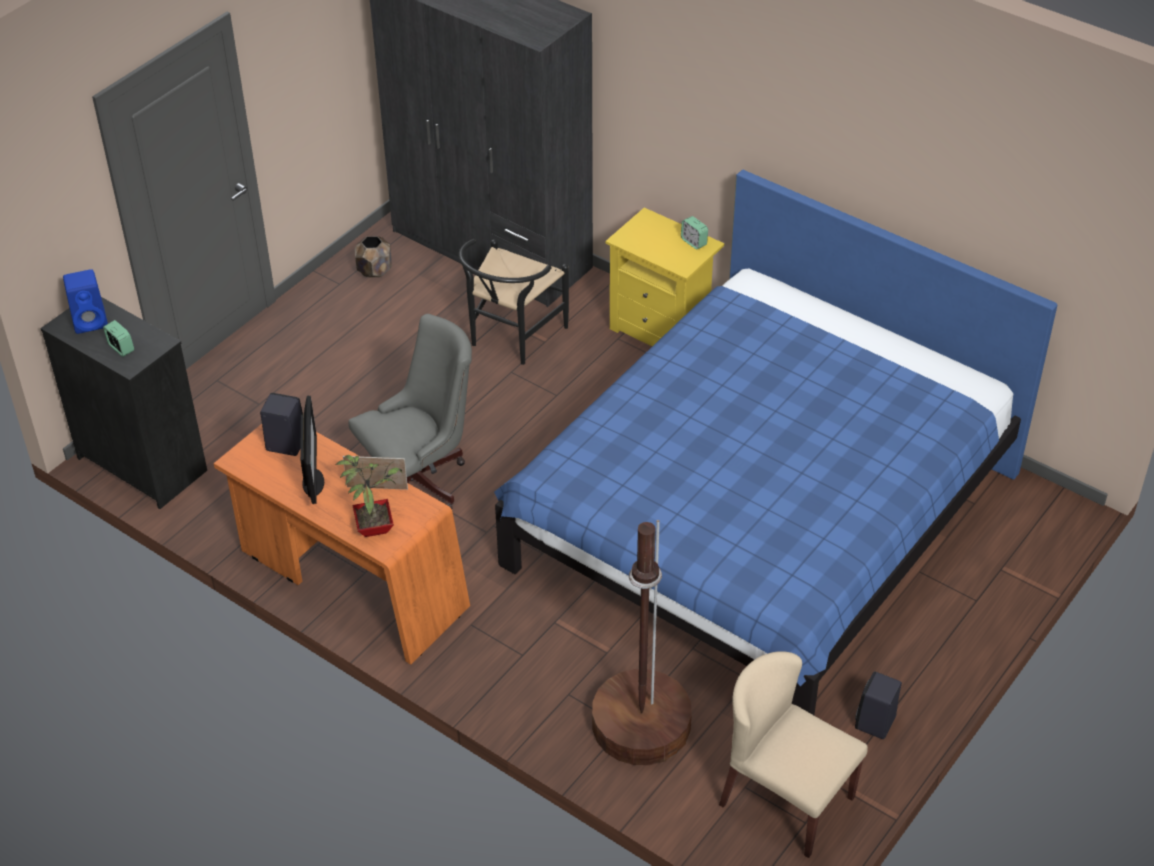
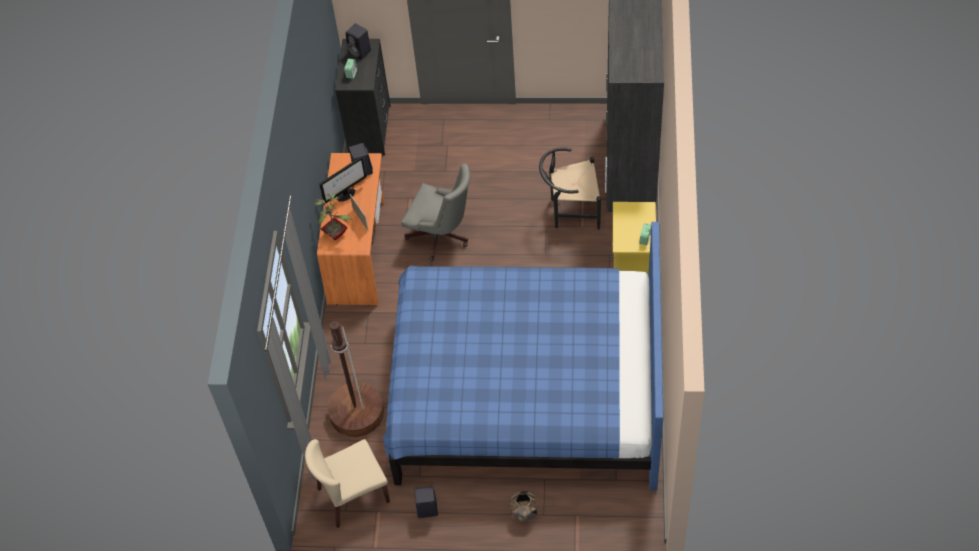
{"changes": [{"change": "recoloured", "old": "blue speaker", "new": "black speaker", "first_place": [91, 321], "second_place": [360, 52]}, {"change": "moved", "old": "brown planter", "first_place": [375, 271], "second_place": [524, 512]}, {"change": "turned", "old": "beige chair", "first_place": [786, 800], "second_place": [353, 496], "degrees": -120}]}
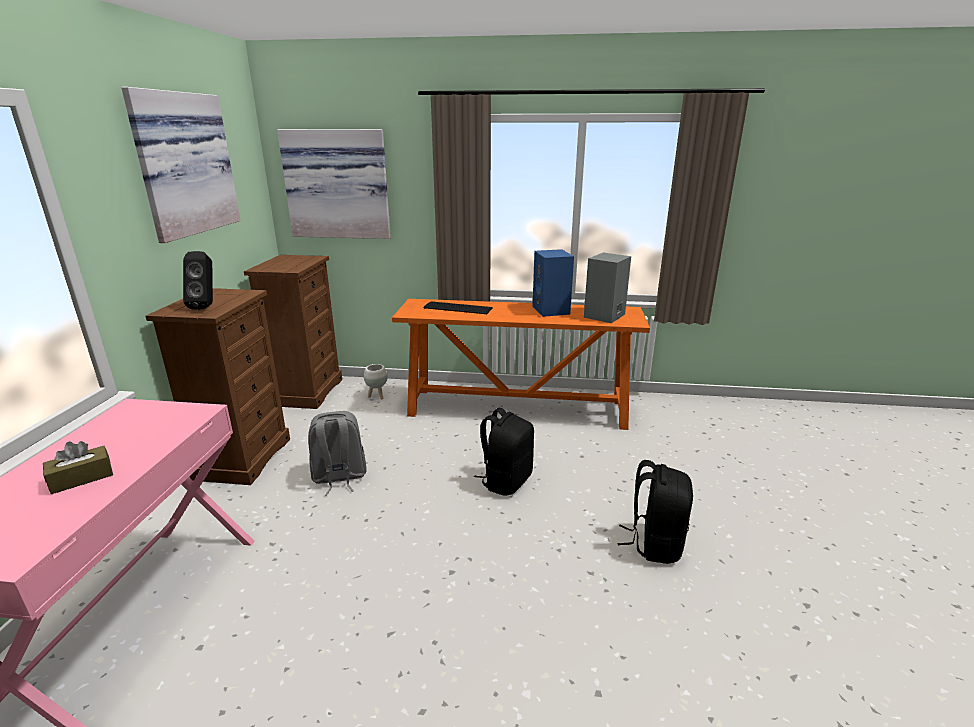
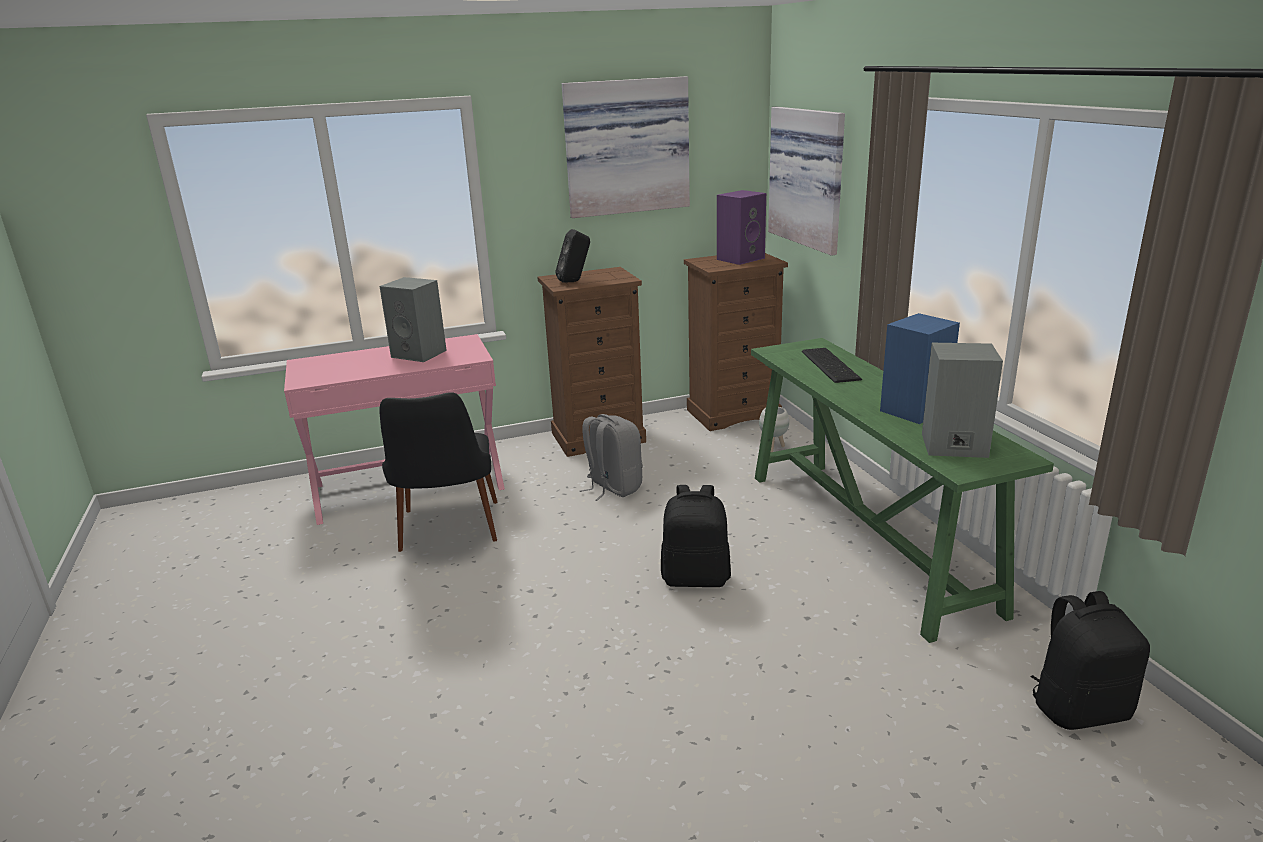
{"changes": [{"change": "removed", "old": "brown tissue box", "first_place": [82, 478]}, {"change": "recoloured", "old": "orange console table", "new": "green console table", "first_place": [518, 409], "second_place": [865, 539]}, {"change": "moved", "old": "black backpack", "first_place": [654, 543], "second_place": [1079, 709]}, {"change": "added", "new": "grey speaker", "second_place": [420, 354]}, {"change": "added", "new": "black chair", "second_place": [449, 536]}, {"change": "added", "new": "purple speaker", "second_place": [740, 258]}]}
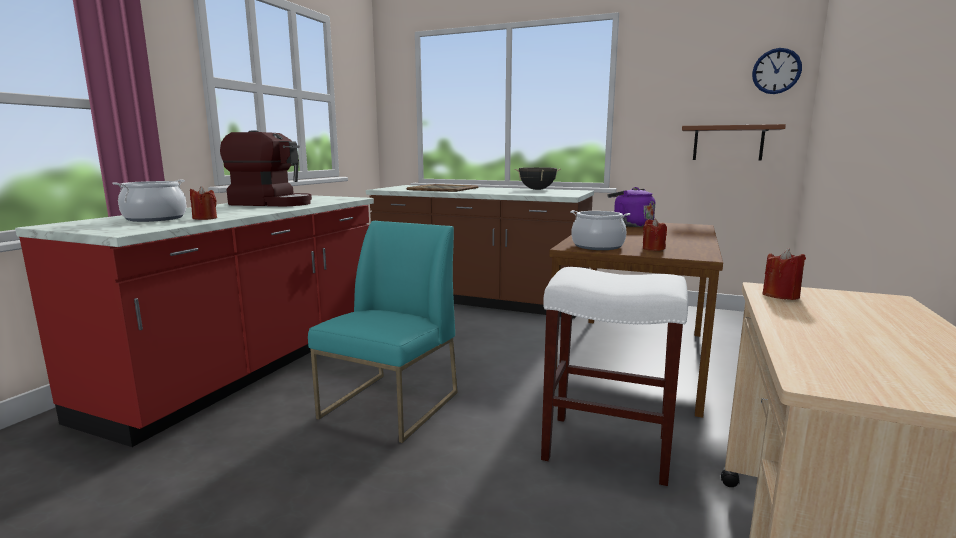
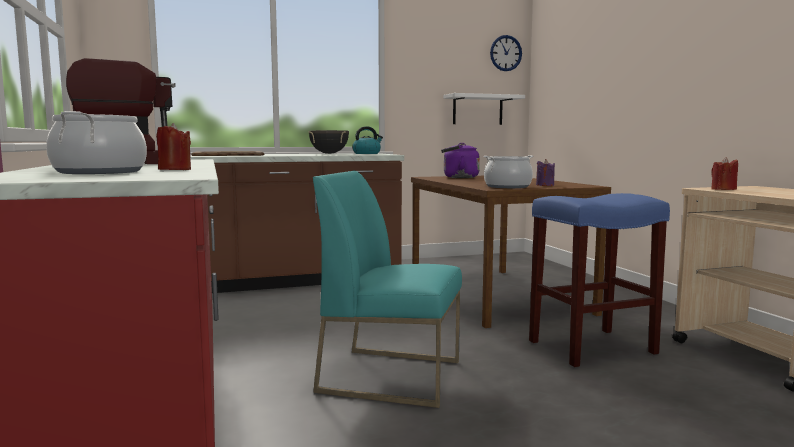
{"changes": [{"change": "turned", "old": "turquoise chair", "first_place": [390, 406], "second_place": [392, 376], "degrees": -60}, {"change": "recoloured", "old": "white stool", "new": "blue stool", "first_place": [605, 448], "second_place": [591, 347]}, {"change": "recoloured", "old": "red candle", "new": "purple candle", "first_place": [653, 249], "second_place": [545, 185]}, {"change": "recoloured", "old": "brown shelf", "new": "white shelf", "first_place": [728, 143], "second_place": [477, 110]}, {"change": "added", "new": "kettle", "second_place": [367, 153]}]}
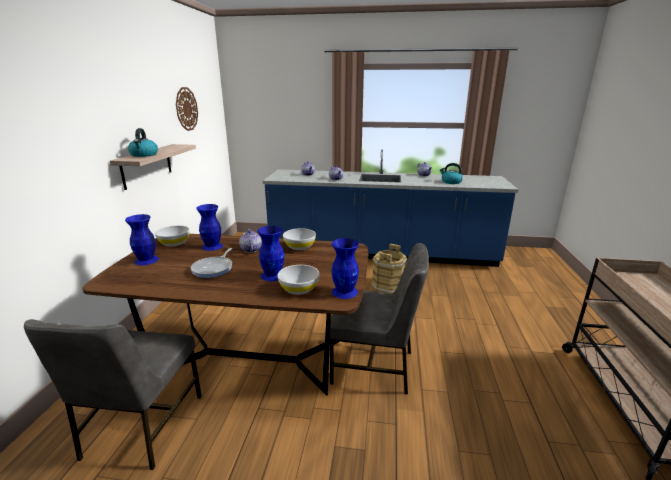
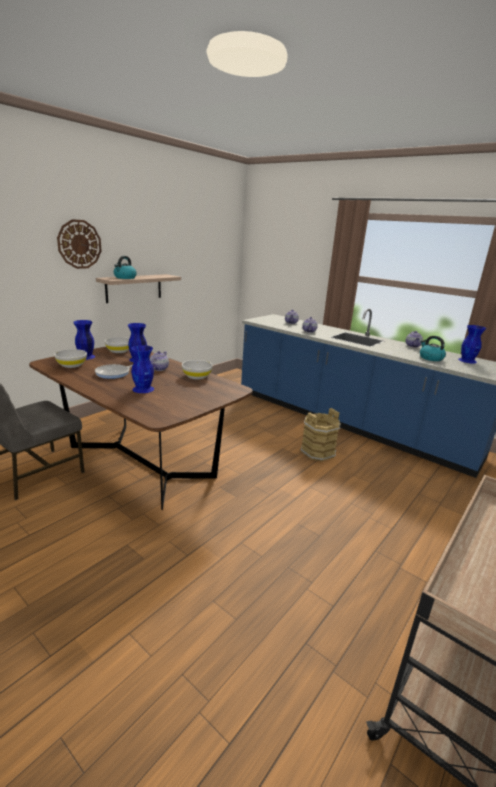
{"changes": [{"change": "moved", "old": "wall clock", "first_place": [186, 109], "second_place": [79, 244]}, {"change": "moved", "old": "white bowl", "first_place": [299, 289], "second_place": [71, 365]}, {"change": "removed", "old": "grey chair", "first_place": [374, 366]}, {"change": "moved", "old": "blue vase", "first_place": [345, 292], "second_place": [467, 360]}]}
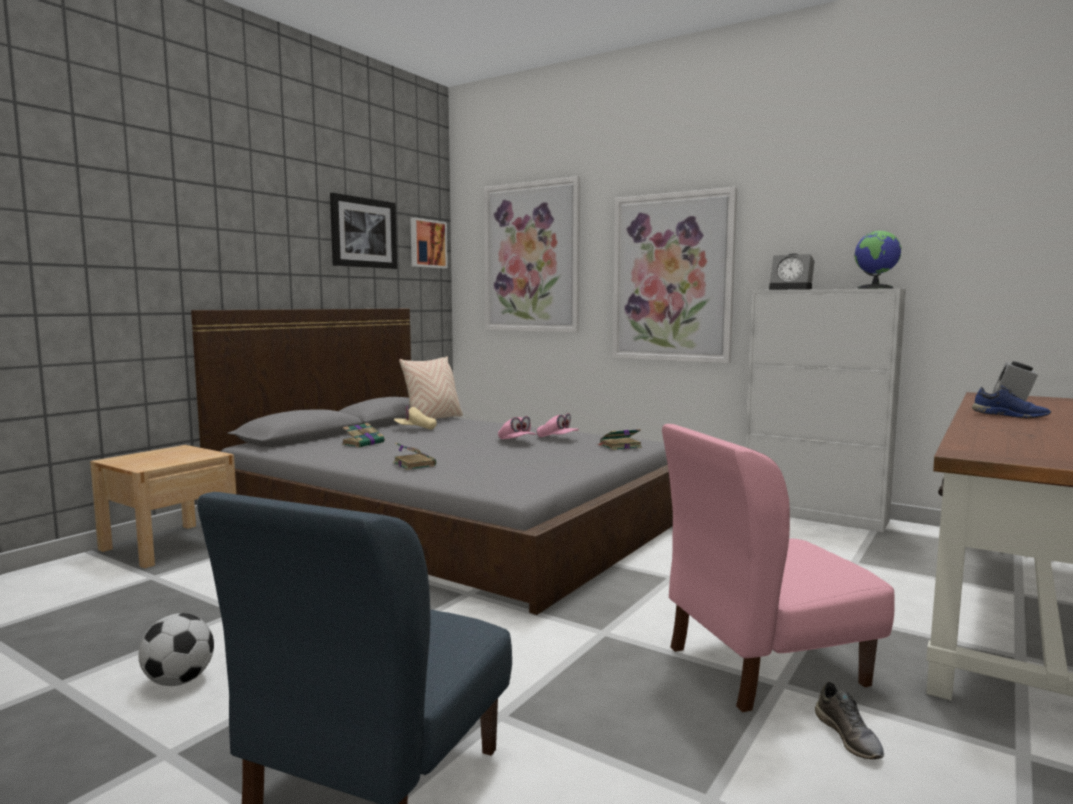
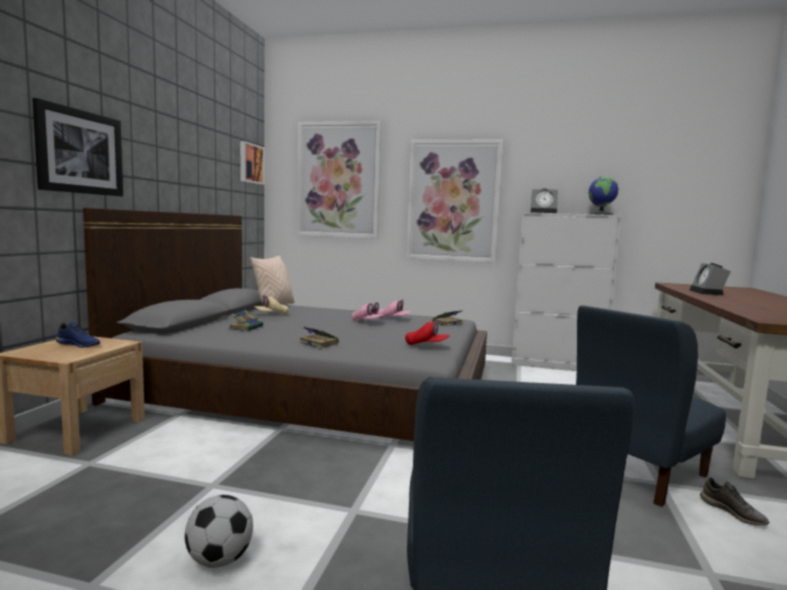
{"changes": [{"change": "moved", "old": "picture", "first_place": [363, 233], "second_place": [80, 152]}, {"change": "recoloured", "old": "pink chair", "new": "blue chair", "first_place": [763, 665], "second_place": [637, 471]}, {"change": "moved", "old": "blue shoe", "first_place": [1010, 415], "second_place": [79, 345]}, {"change": "added", "new": "red cap", "second_place": [426, 345]}]}
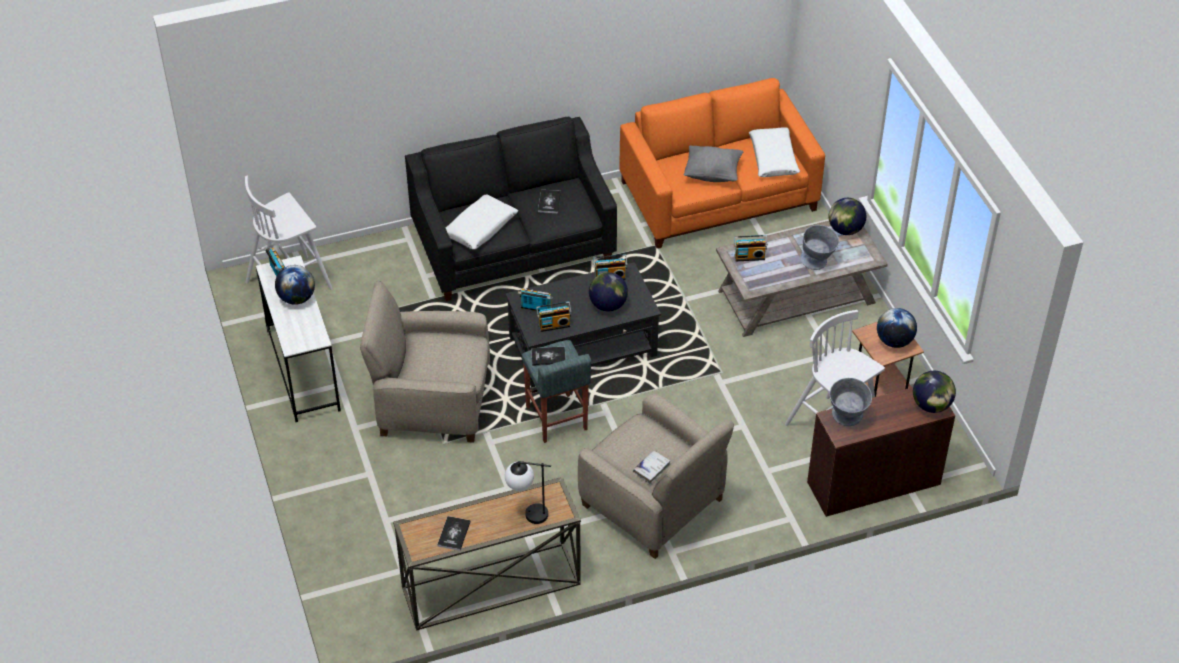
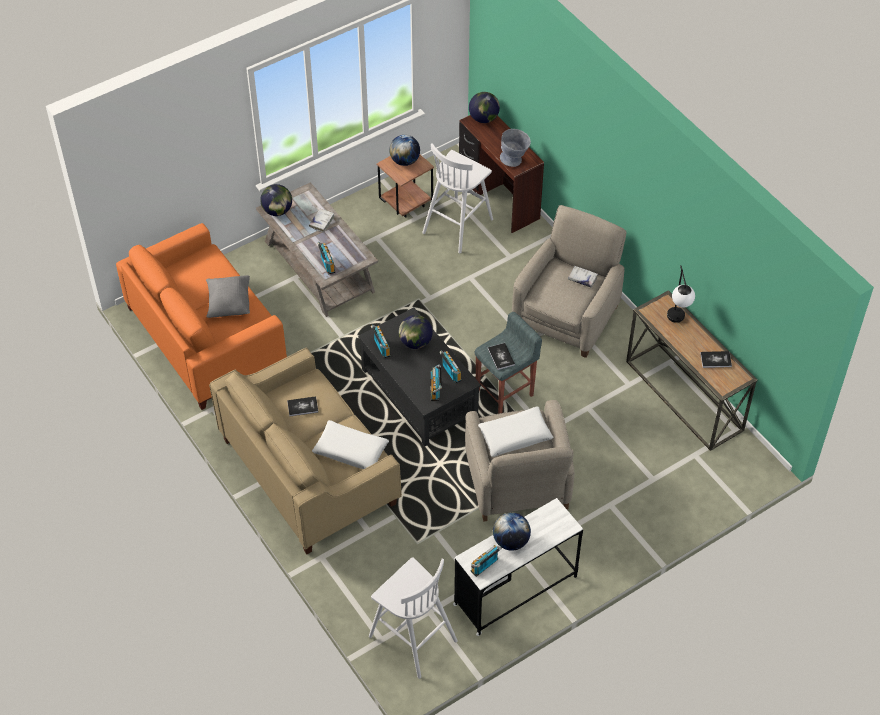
{"changes": [{"change": "recoloured", "old": "black sofa", "new": "beige sofa", "first_place": [513, 246], "second_place": [309, 472]}, {"change": "moved", "old": "white pillow", "first_place": [773, 158], "second_place": [514, 436]}, {"change": "replaced", "old": "grey bowl", "new": "white book", "first_place": [818, 263], "second_place": [322, 222]}]}
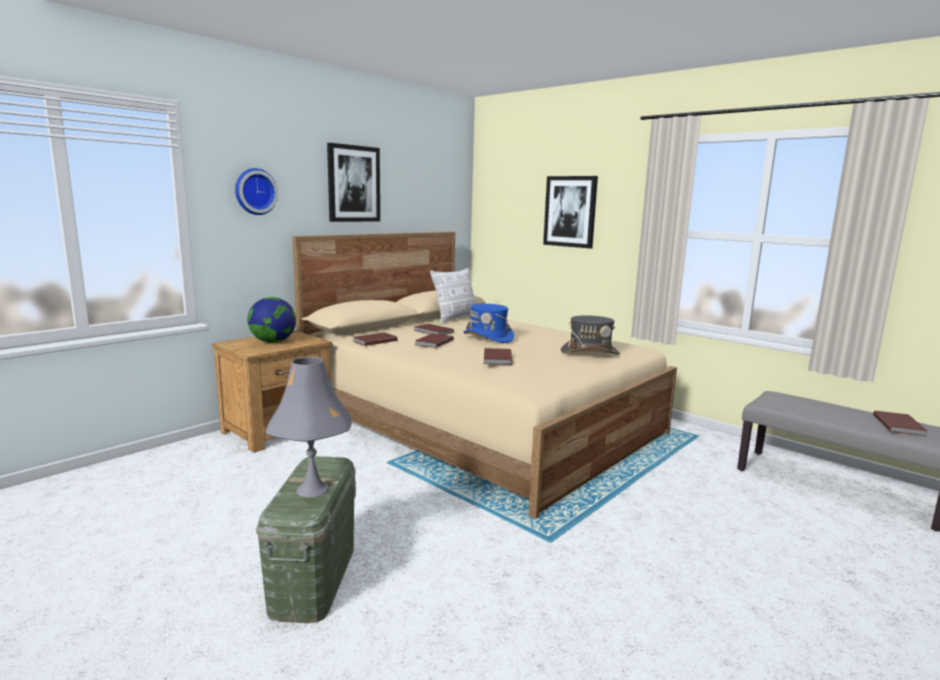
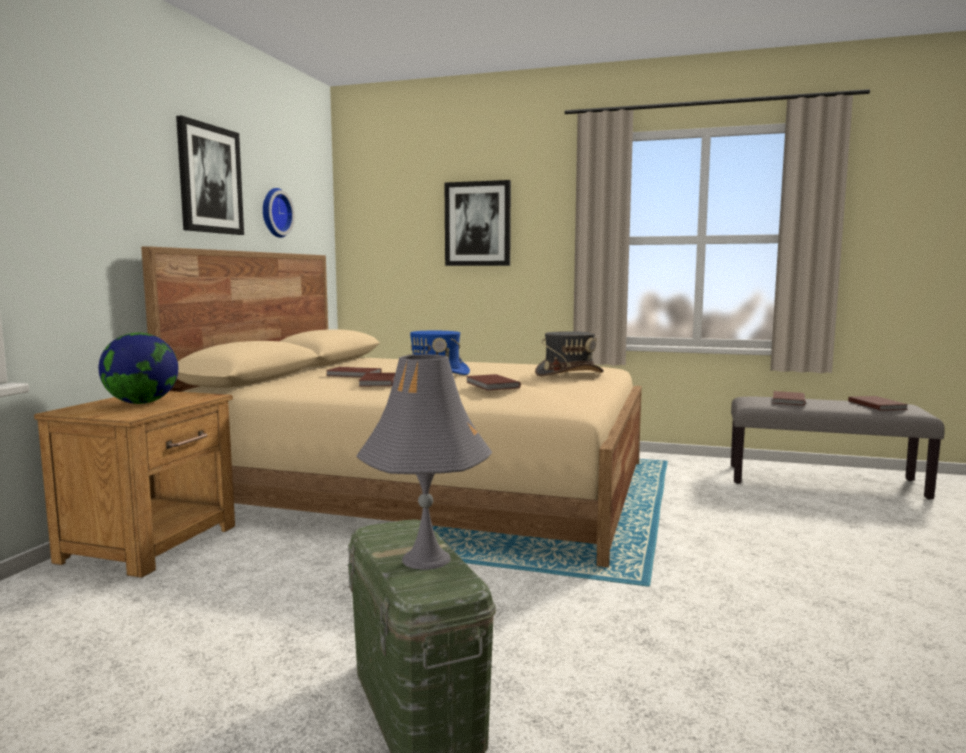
{"changes": [{"change": "moved", "old": "wall clock", "first_place": [255, 191], "second_place": [274, 213]}, {"change": "moved", "old": "brown book", "first_place": [374, 341], "second_place": [787, 400]}, {"change": "removed", "old": "pillow", "first_place": [455, 319]}]}
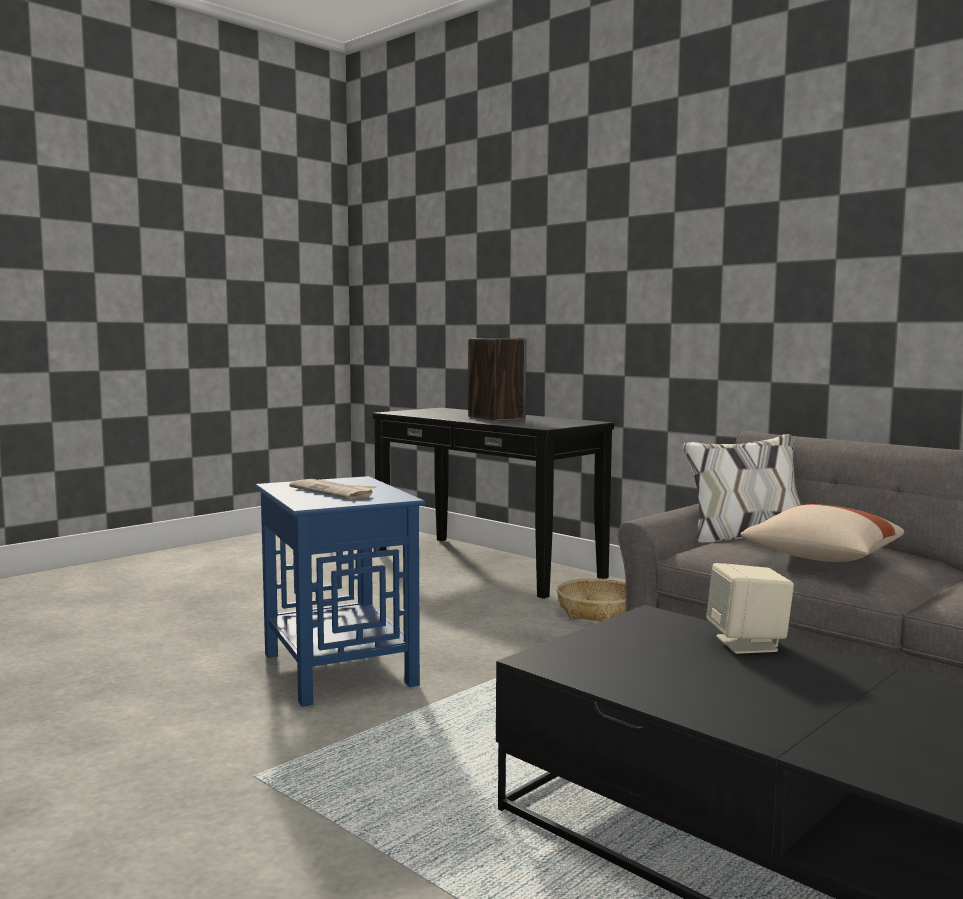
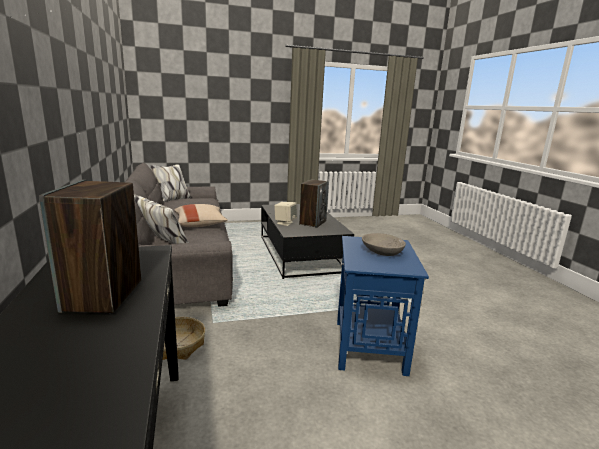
{"changes": [{"change": "replaced", "old": "newspaper", "new": "grey bowl", "first_place": [333, 492], "second_place": [382, 252]}, {"change": "added", "new": "speaker", "second_place": [312, 222]}]}
